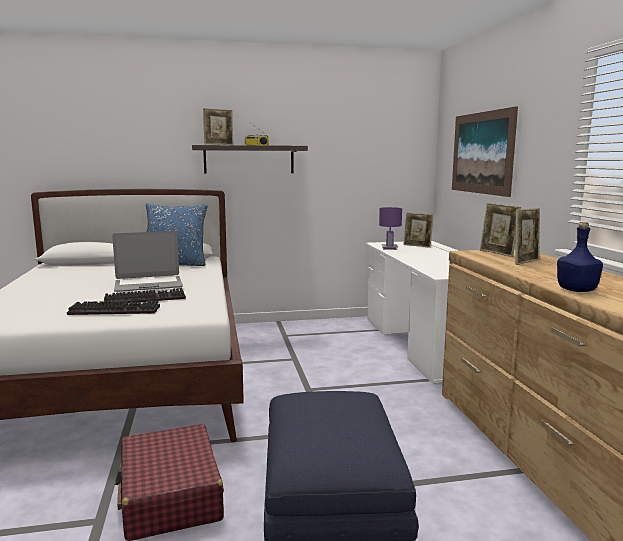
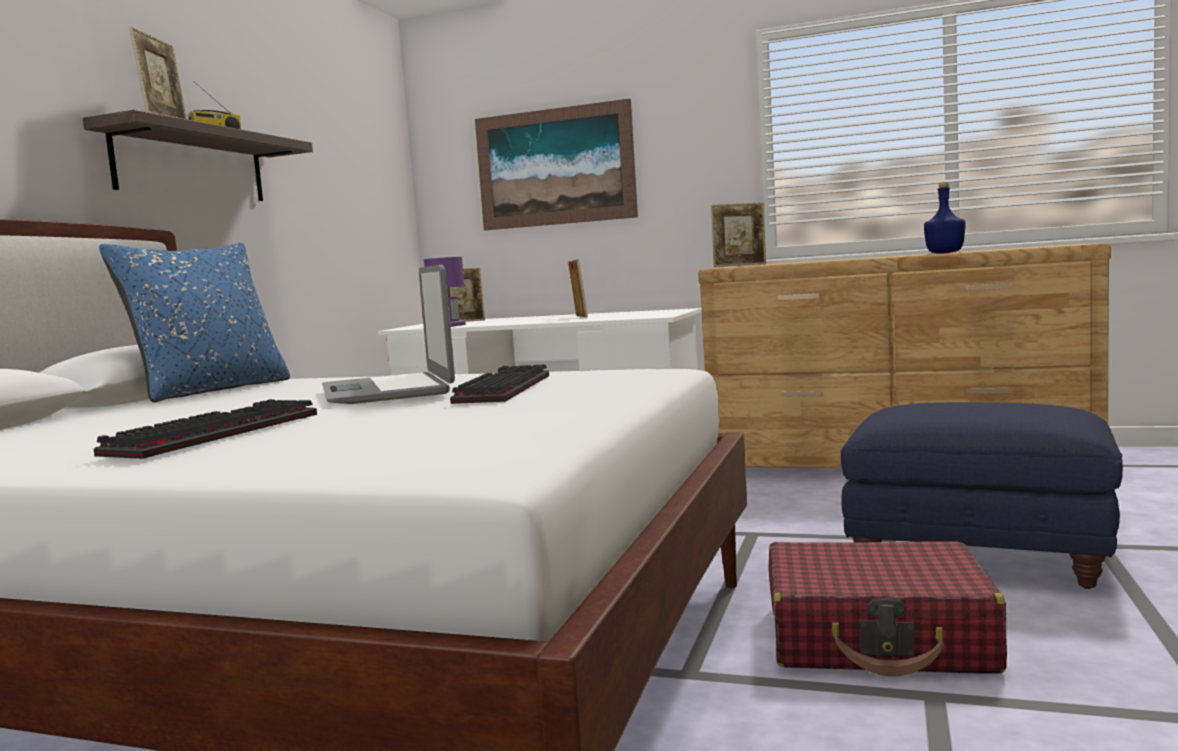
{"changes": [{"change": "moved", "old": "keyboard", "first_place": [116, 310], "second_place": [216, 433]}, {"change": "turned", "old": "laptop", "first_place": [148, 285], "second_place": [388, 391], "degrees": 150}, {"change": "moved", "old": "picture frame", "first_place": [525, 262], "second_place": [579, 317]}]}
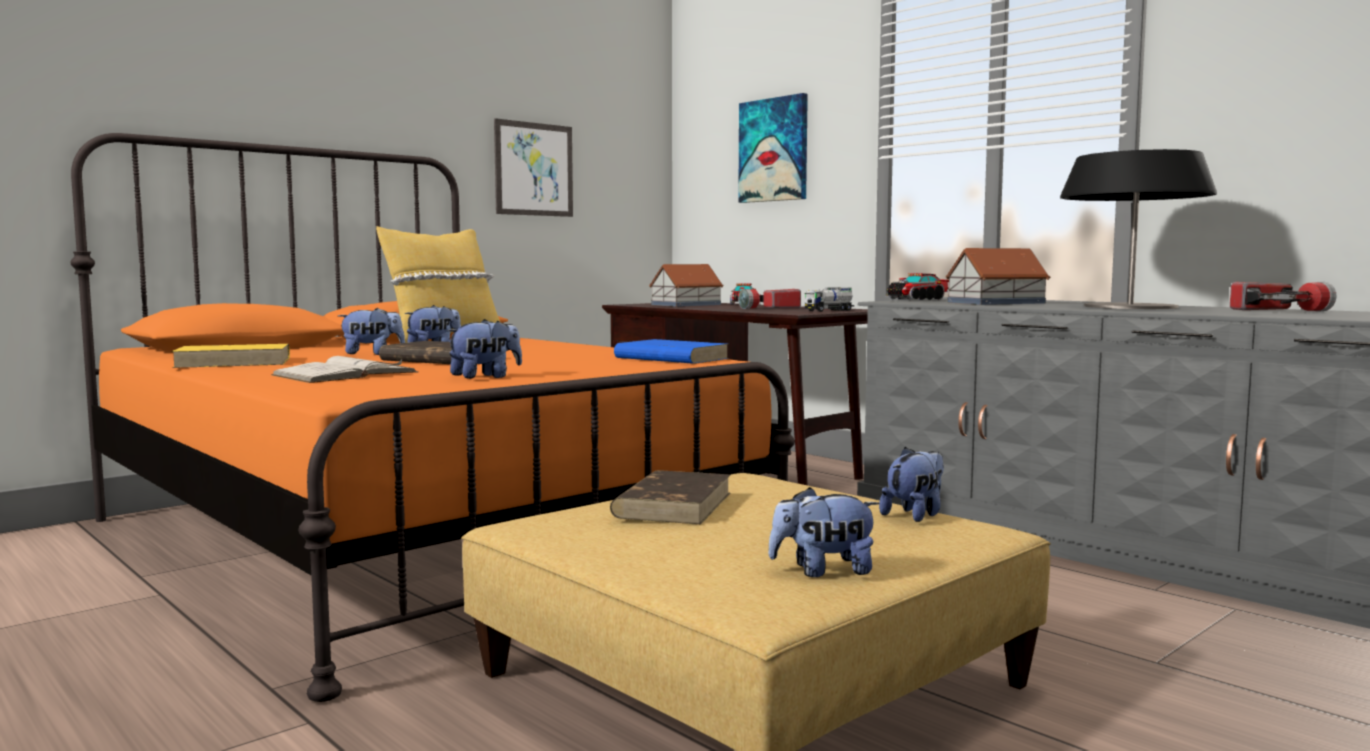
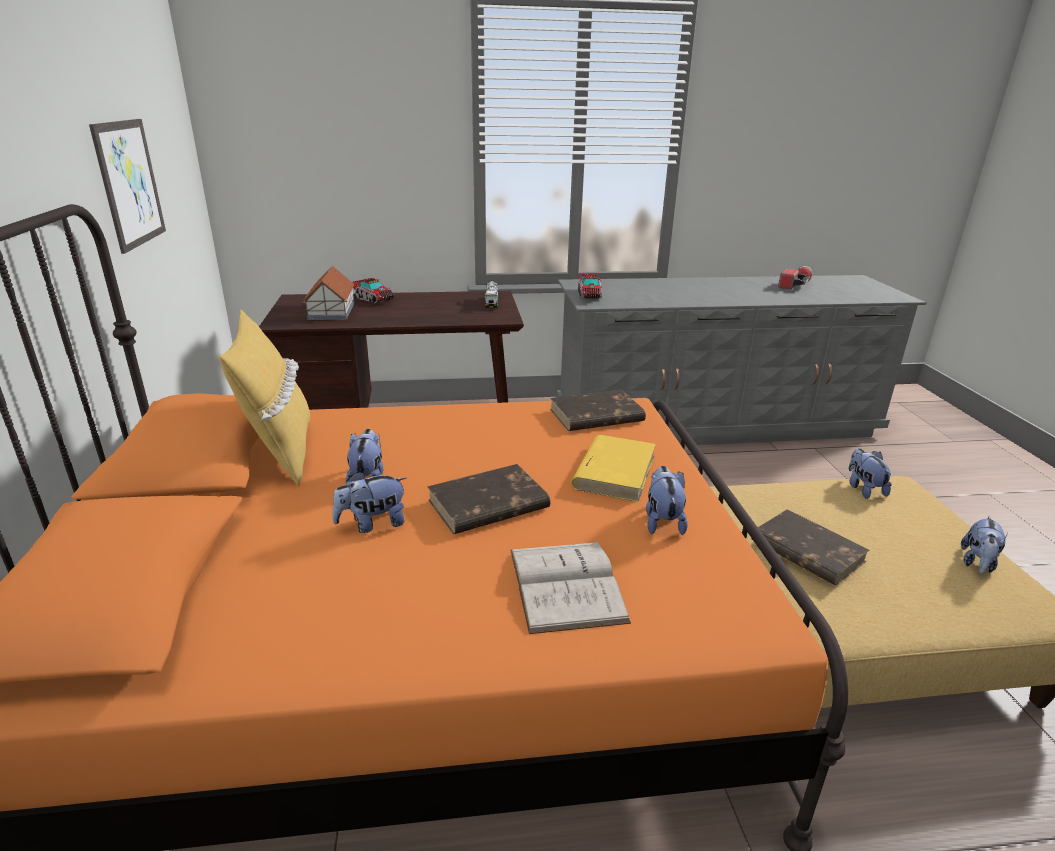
{"changes": [{"change": "moved", "old": "yellow book", "first_place": [235, 362], "second_place": [614, 471]}, {"change": "turned", "old": "plush toy", "first_place": [372, 354], "second_place": [372, 524], "degrees": -135}, {"change": "recoloured", "old": "blue book", "new": "brown book", "first_place": [670, 358], "second_place": [595, 416]}, {"change": "removed", "old": "picture", "first_place": [774, 150]}, {"change": "removed", "old": "flashlight", "first_place": [769, 308]}, {"change": "removed", "old": "toy house", "first_place": [994, 302]}, {"change": "removed", "old": "table lamp", "first_place": [1130, 307]}]}
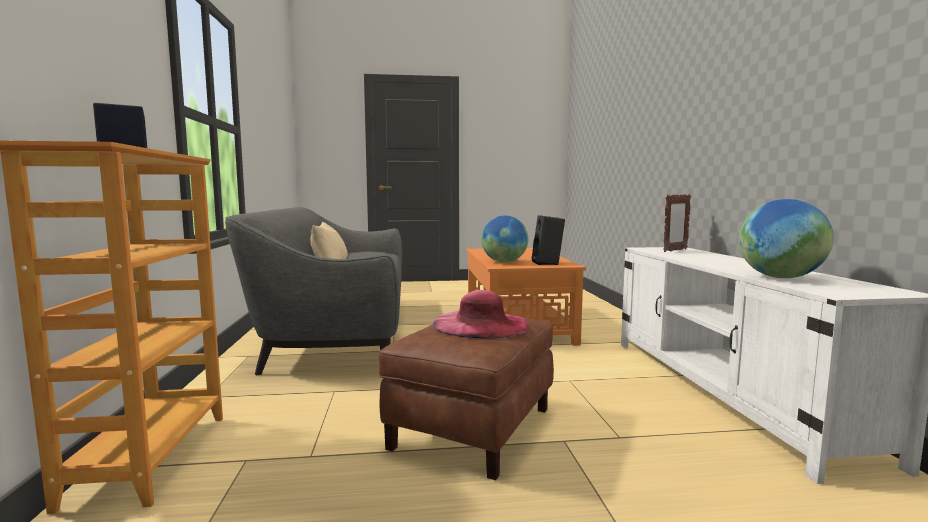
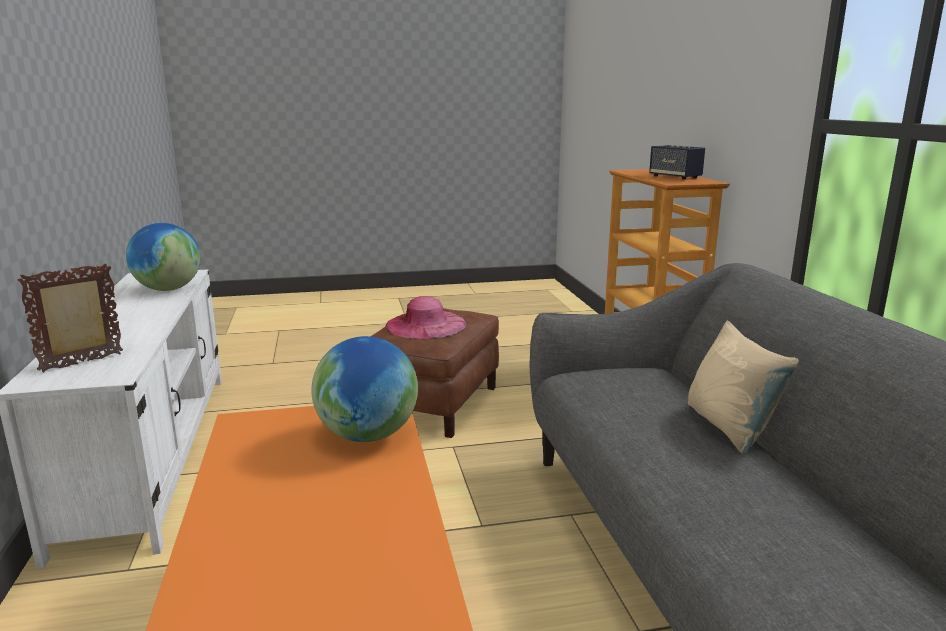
{"changes": [{"change": "removed", "old": "black speaker", "first_place": [548, 263]}]}
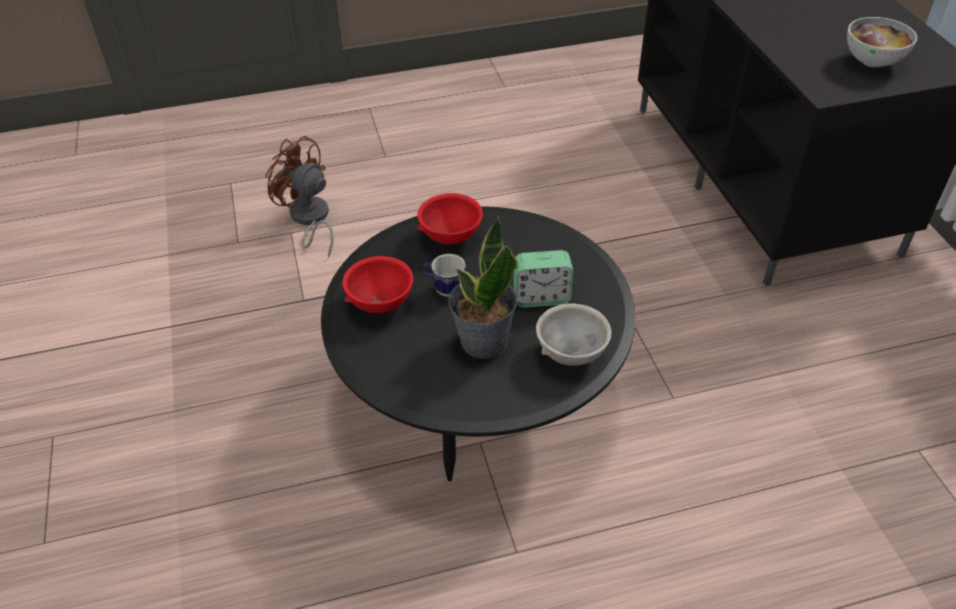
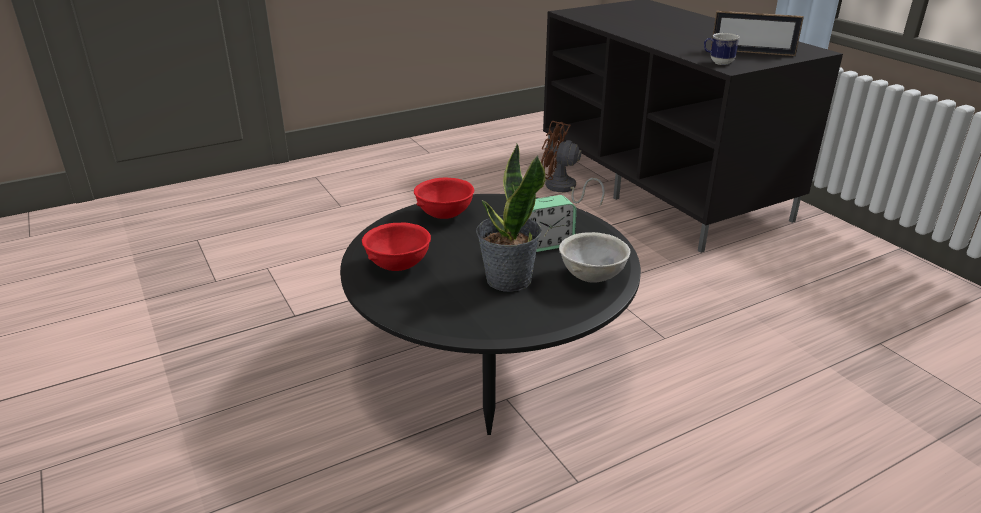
{"changes": [{"change": "moved", "old": "brown fan", "first_place": [309, 220], "second_place": [563, 189]}, {"change": "moved", "old": "mug", "first_place": [444, 289], "second_place": [717, 62]}, {"change": "replaced", "old": "bowl", "new": "picture frame", "first_place": [873, 62], "second_place": [752, 52]}]}
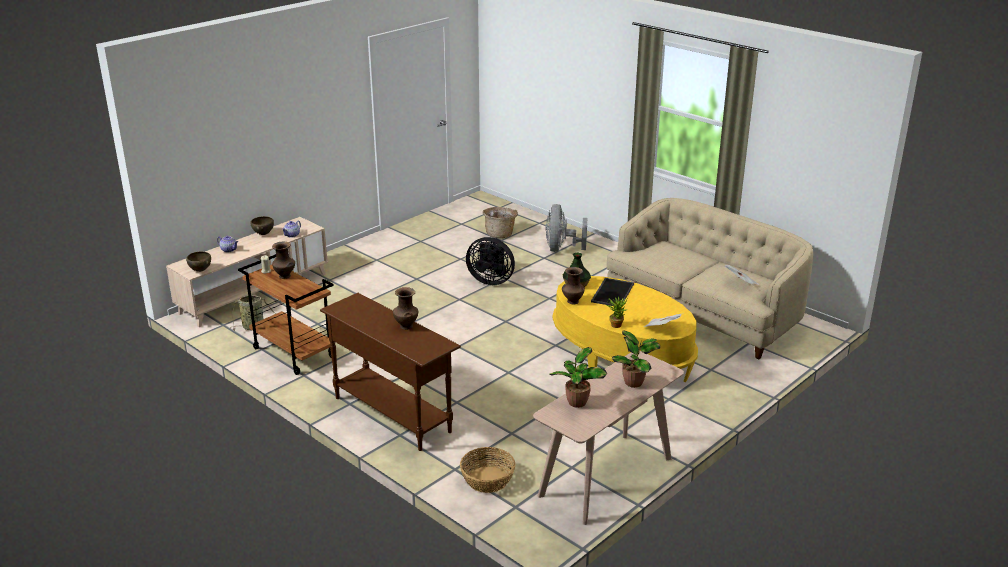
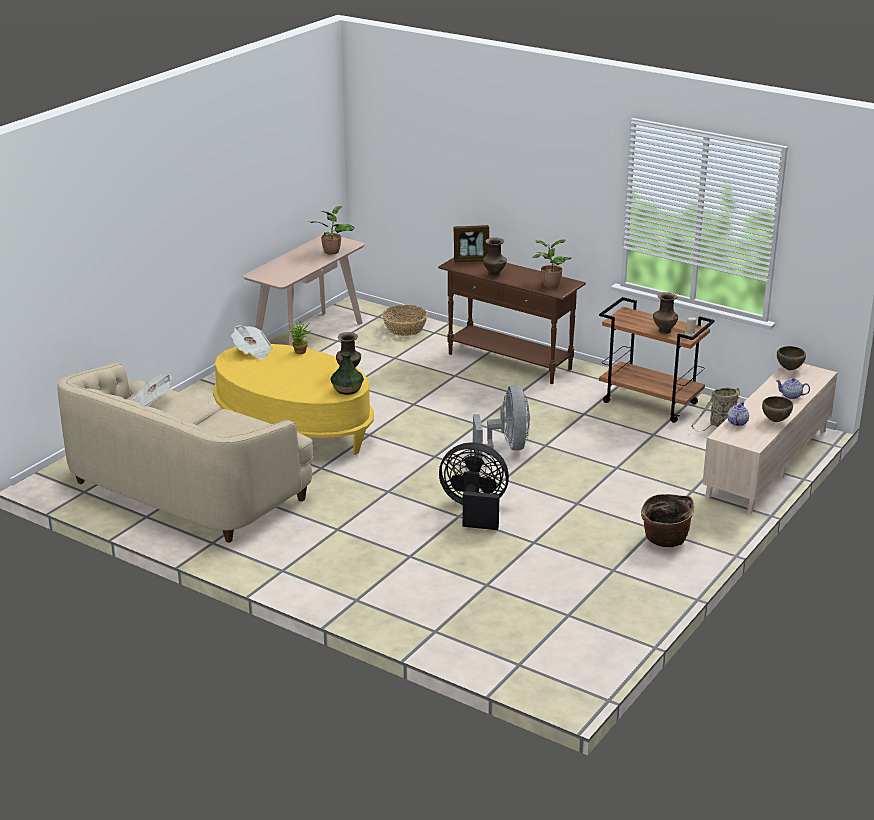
{"changes": [{"change": "moved", "old": "basket", "first_place": [500, 234], "second_place": [664, 540]}, {"change": "moved", "old": "grey fan", "first_place": [561, 249], "second_place": [506, 447]}, {"change": "removed", "old": "tray", "first_place": [612, 292]}, {"change": "moved", "old": "potted plant", "first_place": [635, 383], "second_place": [549, 285]}, {"change": "added", "new": "picture frame", "second_place": [471, 260]}]}
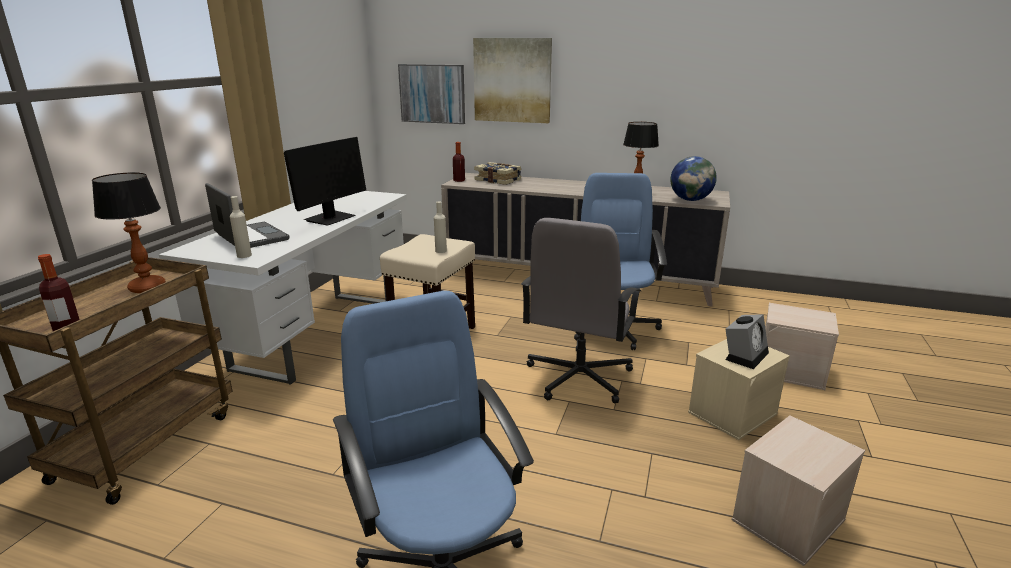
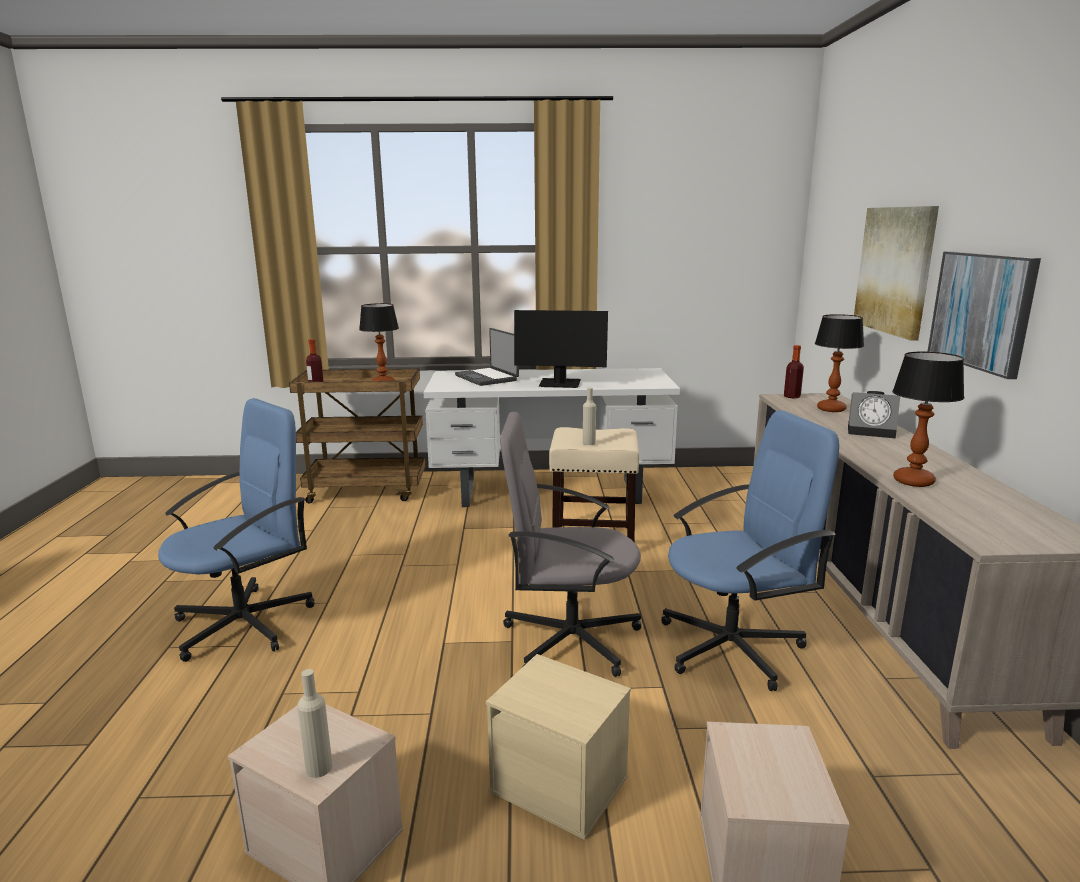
{"changes": [{"change": "turned", "old": "laptop", "first_place": [250, 237], "second_place": [487, 378], "degrees": 120}, {"change": "moved", "old": "beige bottle", "first_place": [244, 255], "second_place": [319, 768]}, {"change": "moved", "old": "picture", "first_place": [432, 93], "second_place": [982, 310]}, {"change": "replaced", "old": "book", "new": "table lamp", "first_place": [498, 180], "second_place": [831, 409]}, {"change": "removed", "old": "globe", "first_place": [690, 200]}, {"change": "moved", "old": "alarm clock", "first_place": [745, 355], "second_place": [872, 431]}]}
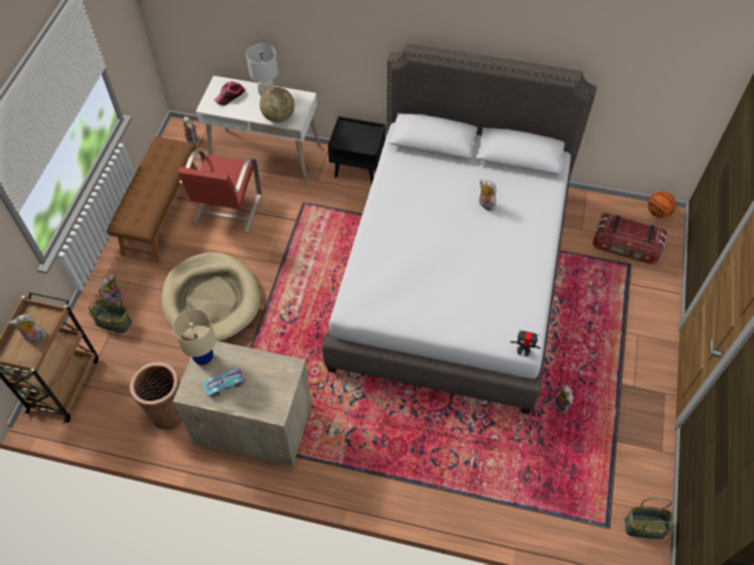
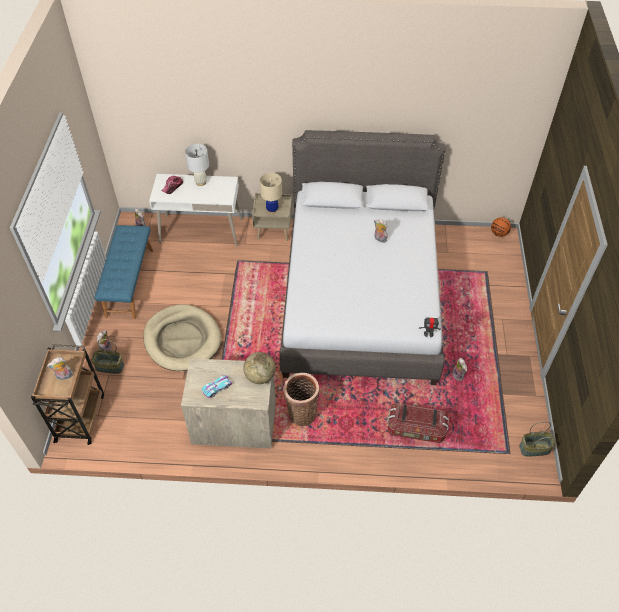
{"changes": [{"change": "recoloured", "old": "brown bench", "new": "blue bench", "first_place": [161, 212], "second_place": [129, 282]}, {"change": "moved", "old": "basket", "first_place": [167, 411], "second_place": [301, 413]}, {"change": "moved", "old": "beige table lamp", "first_place": [204, 359], "second_place": [272, 210]}, {"change": "removed", "old": "red chair", "first_place": [226, 210]}, {"change": "moved", "old": "globe", "first_place": [278, 117], "second_place": [260, 376]}, {"change": "recoloured", "old": "black nightstand", "new": "beige nightstand", "first_place": [358, 168], "second_place": [274, 231]}, {"change": "moved", "old": "storage box", "first_place": [625, 248], "second_place": [416, 430]}]}
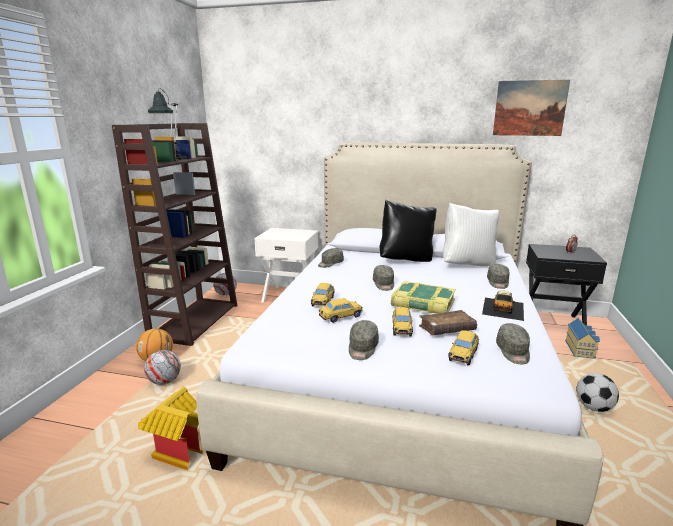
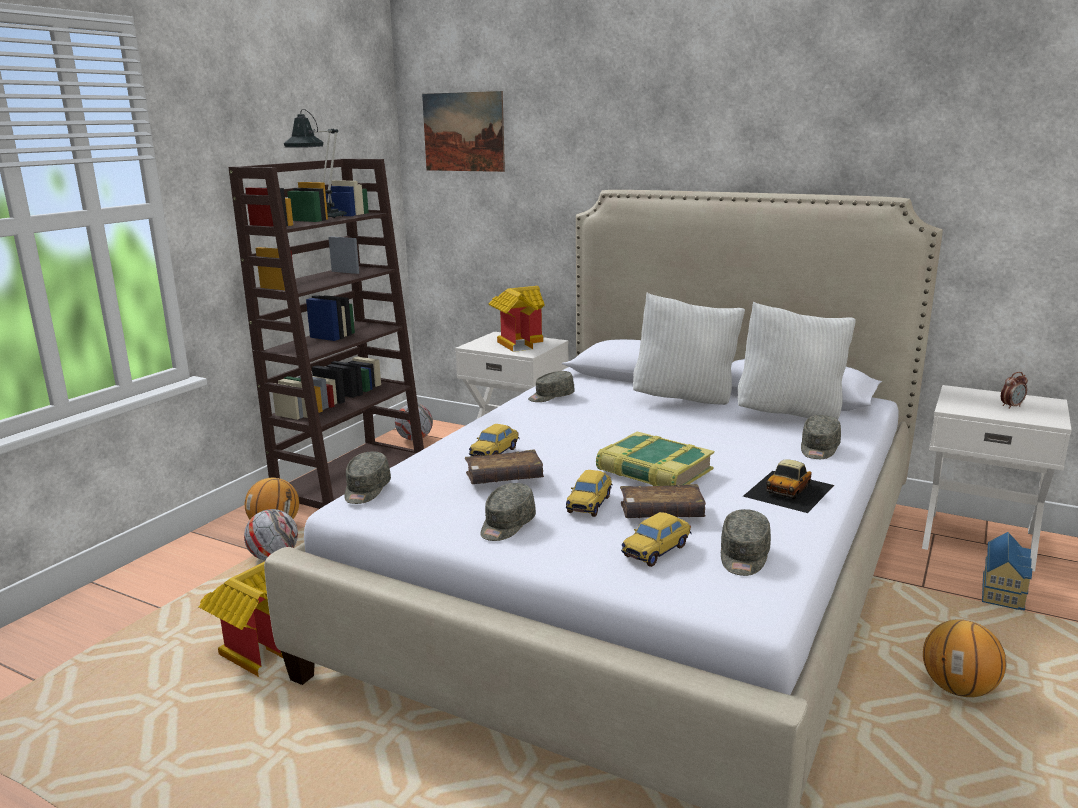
{"changes": [{"change": "replaced", "old": "toy car", "new": "brown book", "first_place": [340, 317], "second_place": [504, 478]}, {"change": "moved", "old": "grey cap", "first_place": [383, 284], "second_place": [366, 490]}, {"change": "recoloured", "old": "black pillow", "new": "white pillow", "first_place": [406, 260], "second_place": [685, 399]}, {"change": "moved", "old": "picture", "first_place": [529, 108], "second_place": [463, 132]}, {"change": "recoloured", "old": "black nightstand", "new": "white nightstand", "first_place": [552, 322], "second_place": [979, 538]}, {"change": "replaced", "old": "football", "new": "basketball", "first_place": [593, 407], "second_place": [958, 688]}, {"change": "added", "new": "toy house", "second_place": [518, 343]}]}
